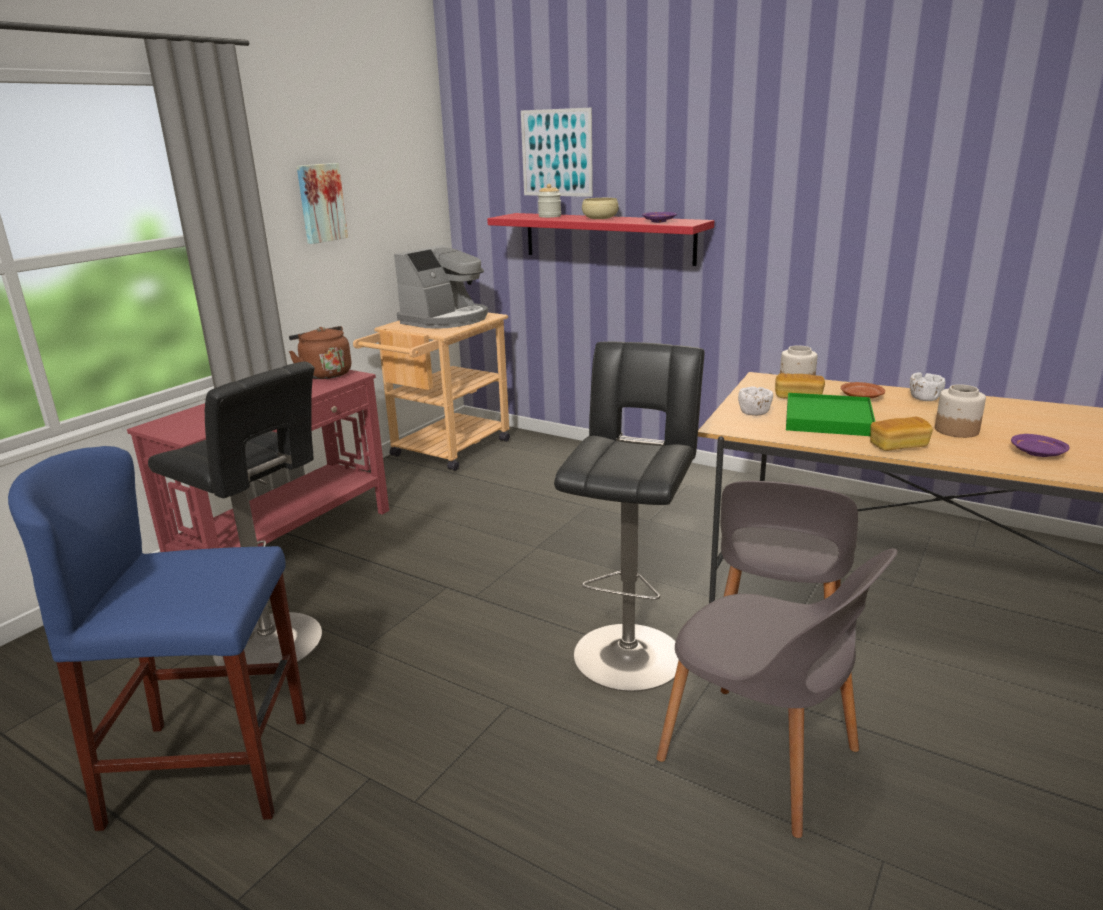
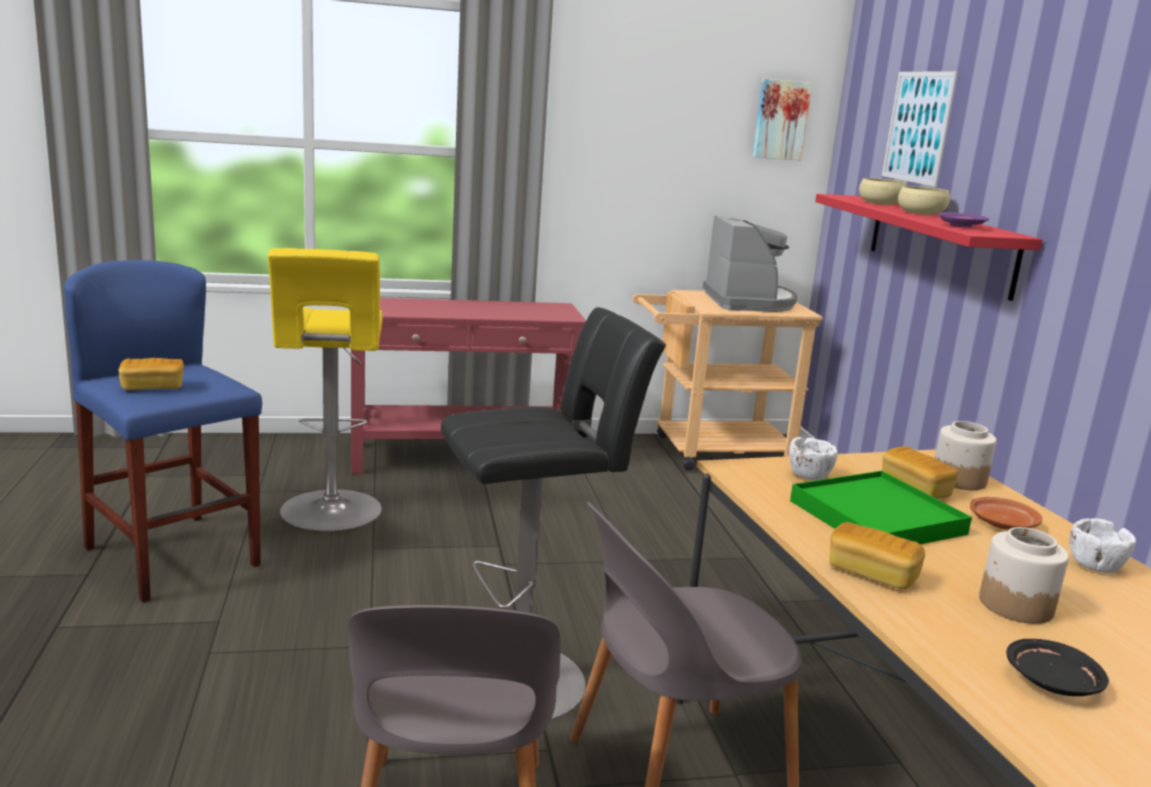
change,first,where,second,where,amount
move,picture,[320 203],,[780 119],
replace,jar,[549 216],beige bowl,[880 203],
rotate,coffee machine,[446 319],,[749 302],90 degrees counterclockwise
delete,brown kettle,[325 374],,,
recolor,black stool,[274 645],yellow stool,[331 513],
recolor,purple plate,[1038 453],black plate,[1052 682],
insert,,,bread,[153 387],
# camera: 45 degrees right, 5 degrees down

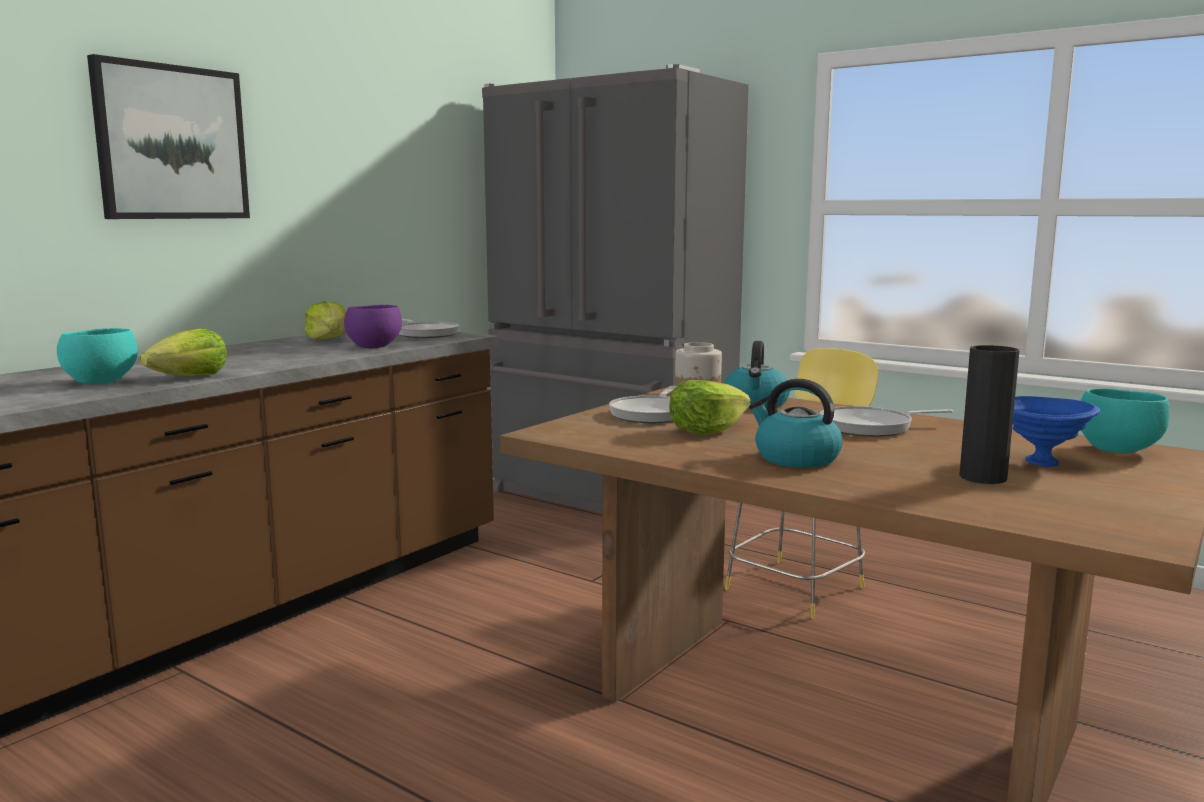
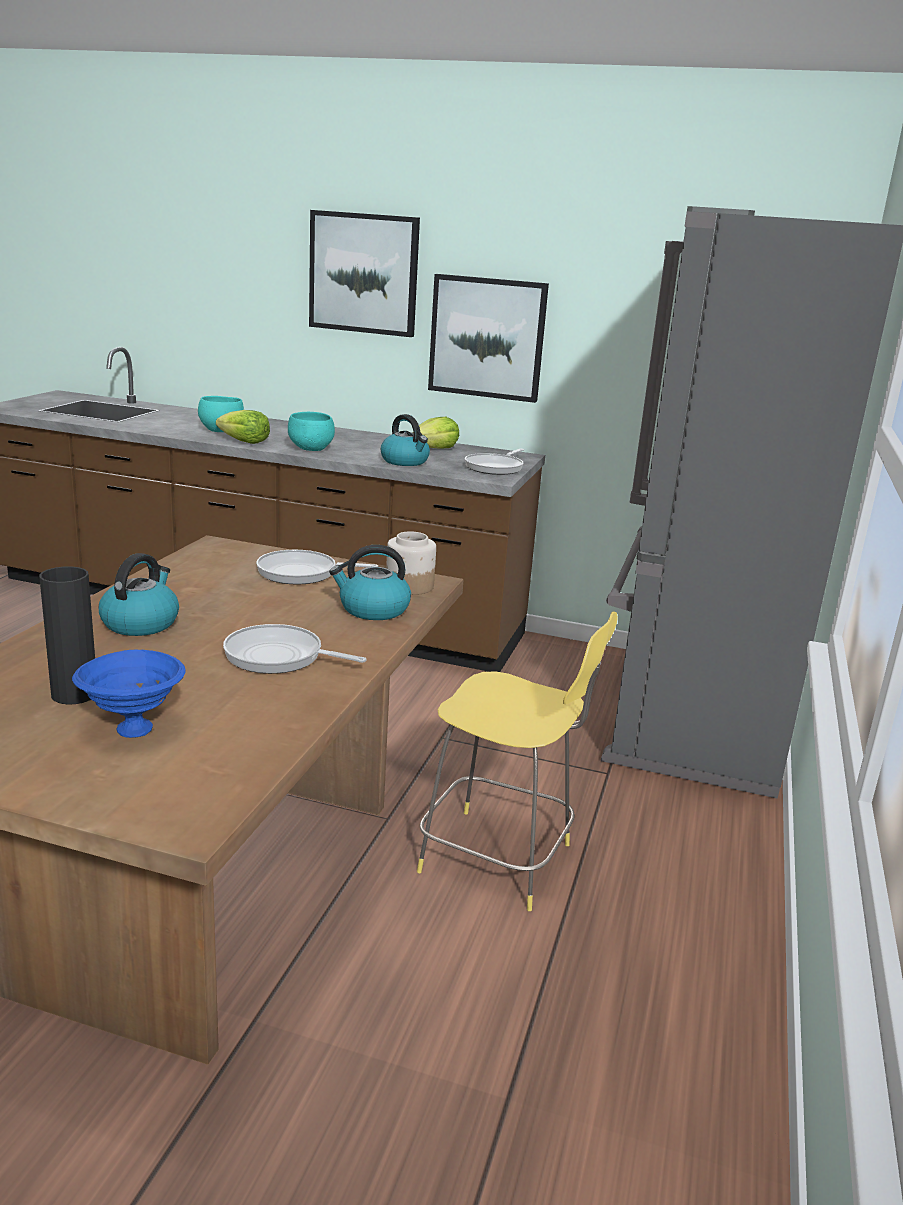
change,first,where,second,where,amount
replace,purple bowl,[373 347],kettle,[405 461],
delete,lettuce,[706 430],,,
move,turquoise bowl,[1117 450],,[312 449],
rotate,frying pan,[871 427],,[279 657],45 degrees counterclockwise
insert,,,picture,[487 338],
# camera: 70 degrees right, 10 degrees up

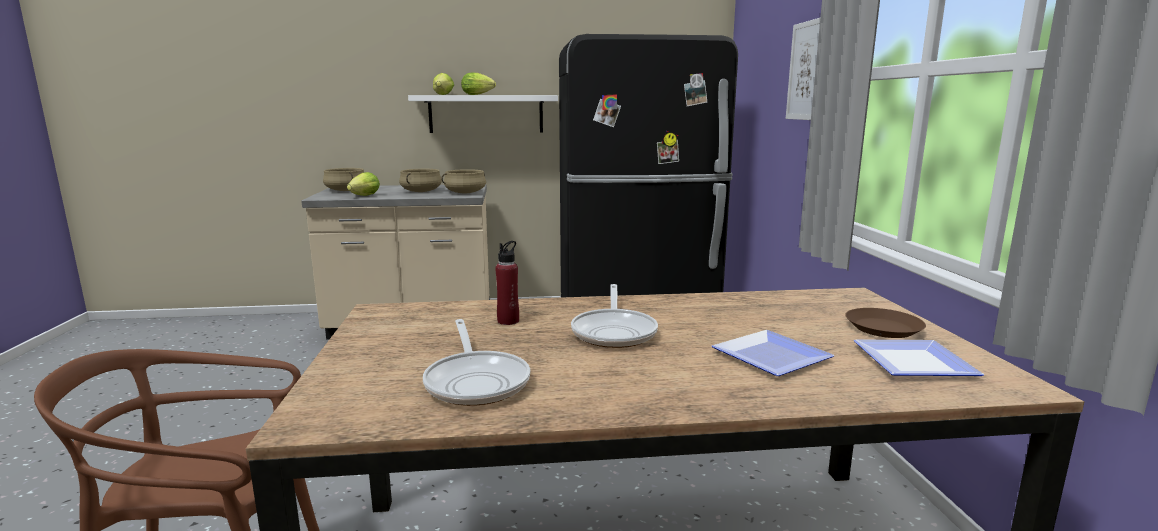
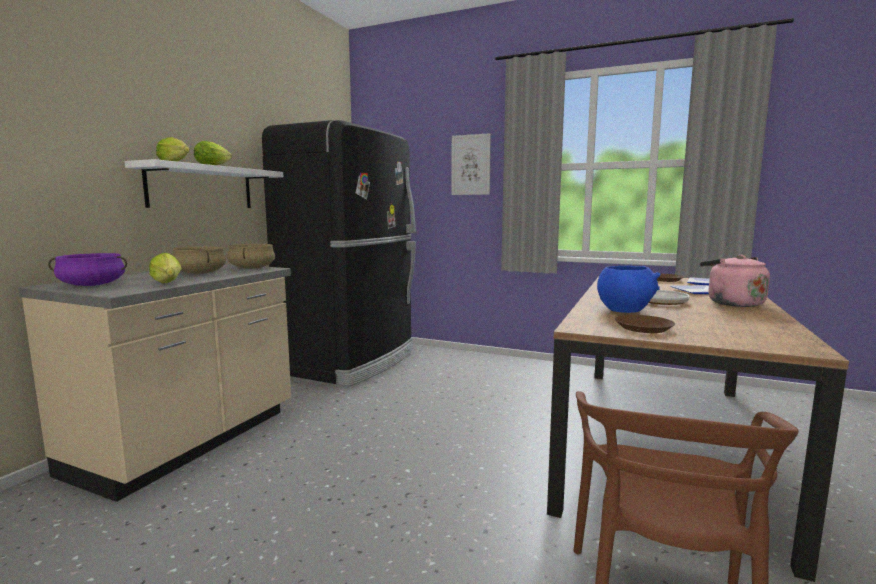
change,first,where,second,where,amount
recolor,beige cooking pot,[345 190],purple cooking pot,[92 285],
replace,red bottle,[508 321],blue bowl,[625 310],
delete,frying pan,[476 381],,,
insert,,,pink kettle,[731 303],
insert,,,brown plate,[643 328],
# camera: 60 degrees left, 5 degrees down

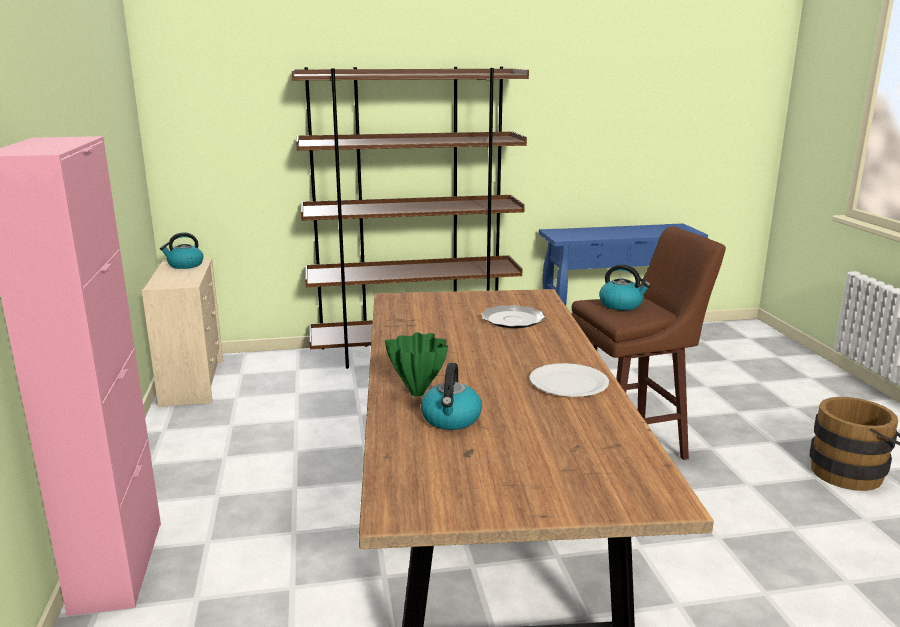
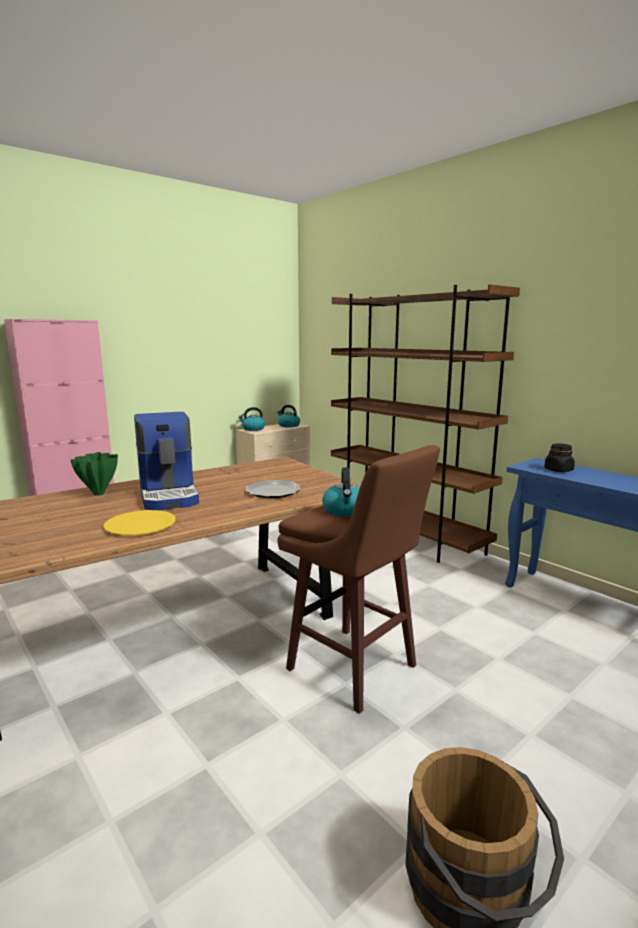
change,first,where,second,where,amount
move,kettle,[451 419],,[253 429],
recolor,white plate,[568 382],yellow plate,[140 525],
insert,,,coffee machine,[169 495],
insert,,,black jar,[558 470],
# camera: 60 degrees right, 5 degrees down

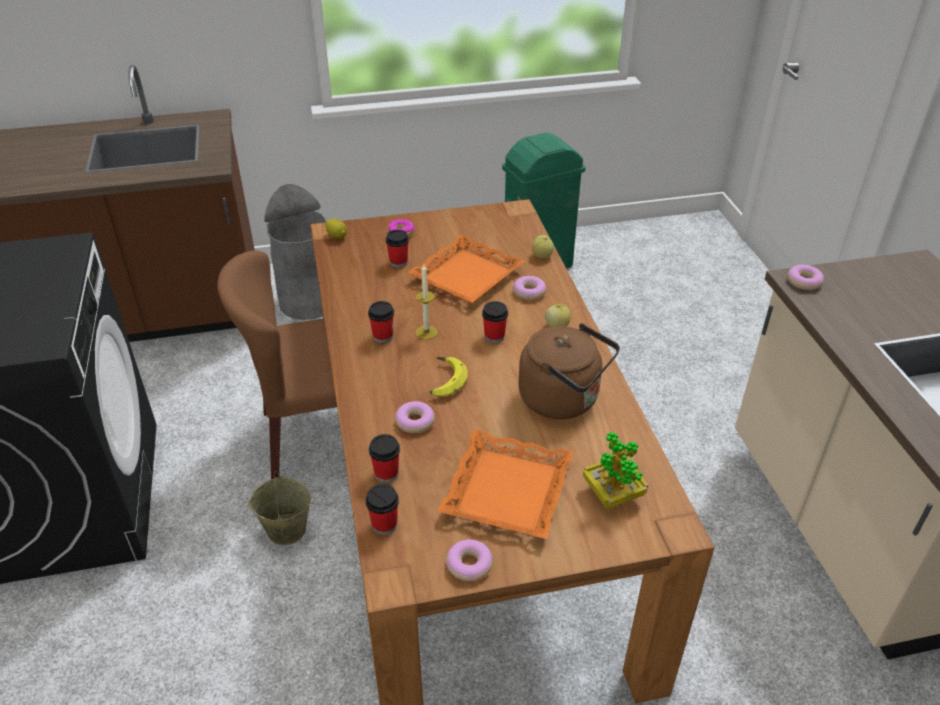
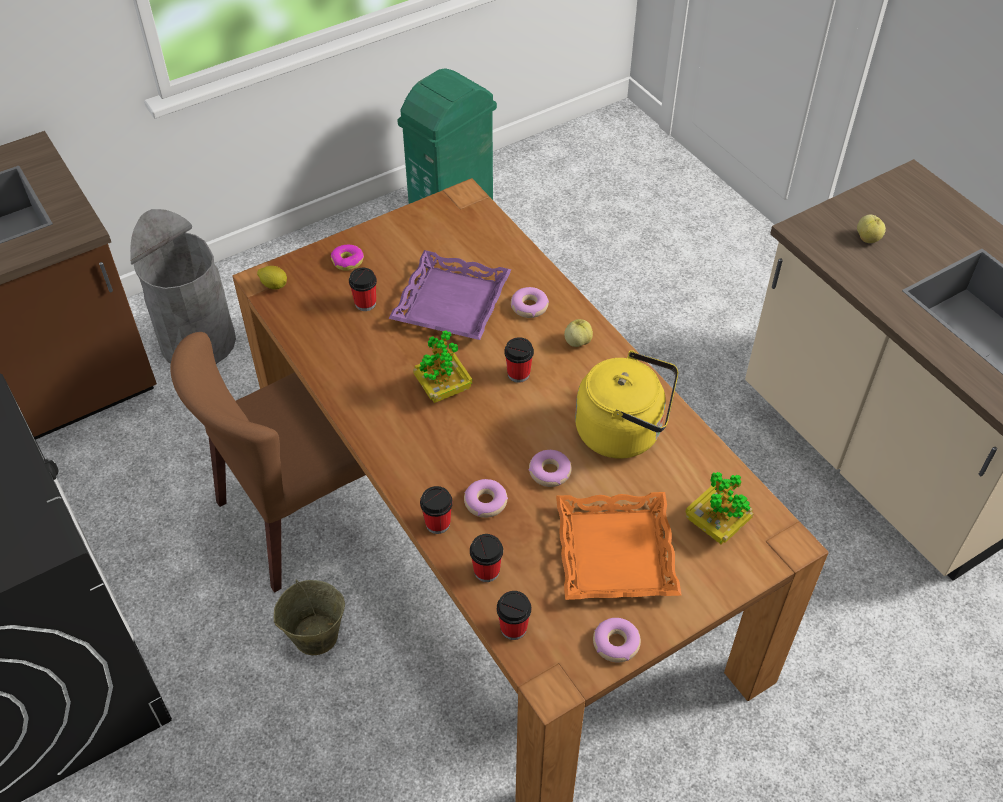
change,first,where,second,where,amount
recolor,orange tray,[467 276],purple tray,[452 303],
move,apple,[542 256],,[868 238],
replace,candle,[426 332],potted plant,[443 388],
move,donut,[804 282],,[550 472],
move,cup,[383 336],,[437 523],
recolor,brown kettle,[563 400],yellow kettle,[624 431],
delete,banana,[443 381],,,
# camera: 20 degrees left, 10 degrees up

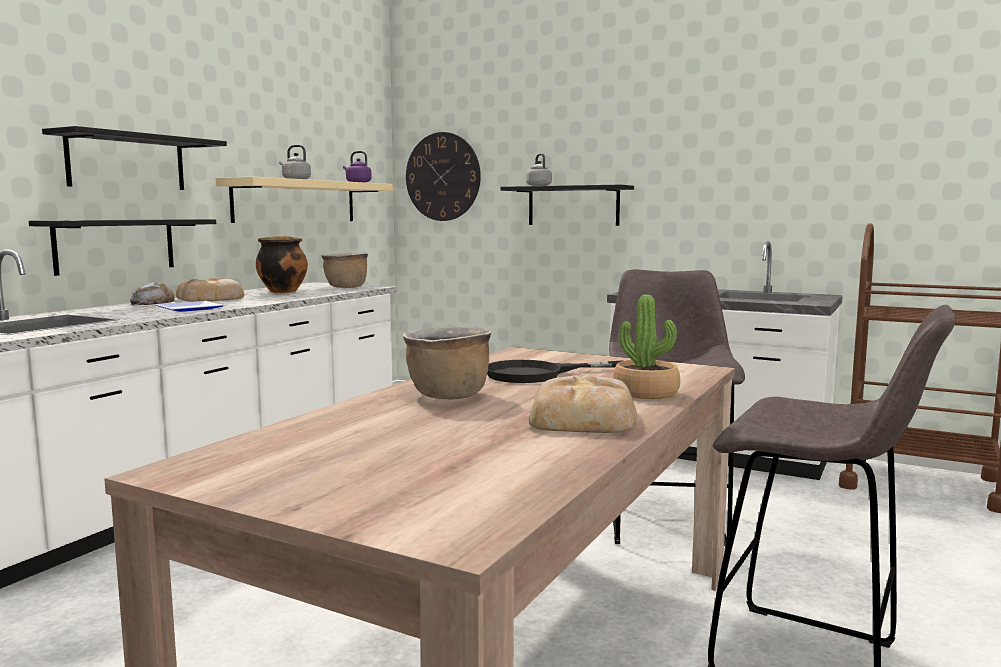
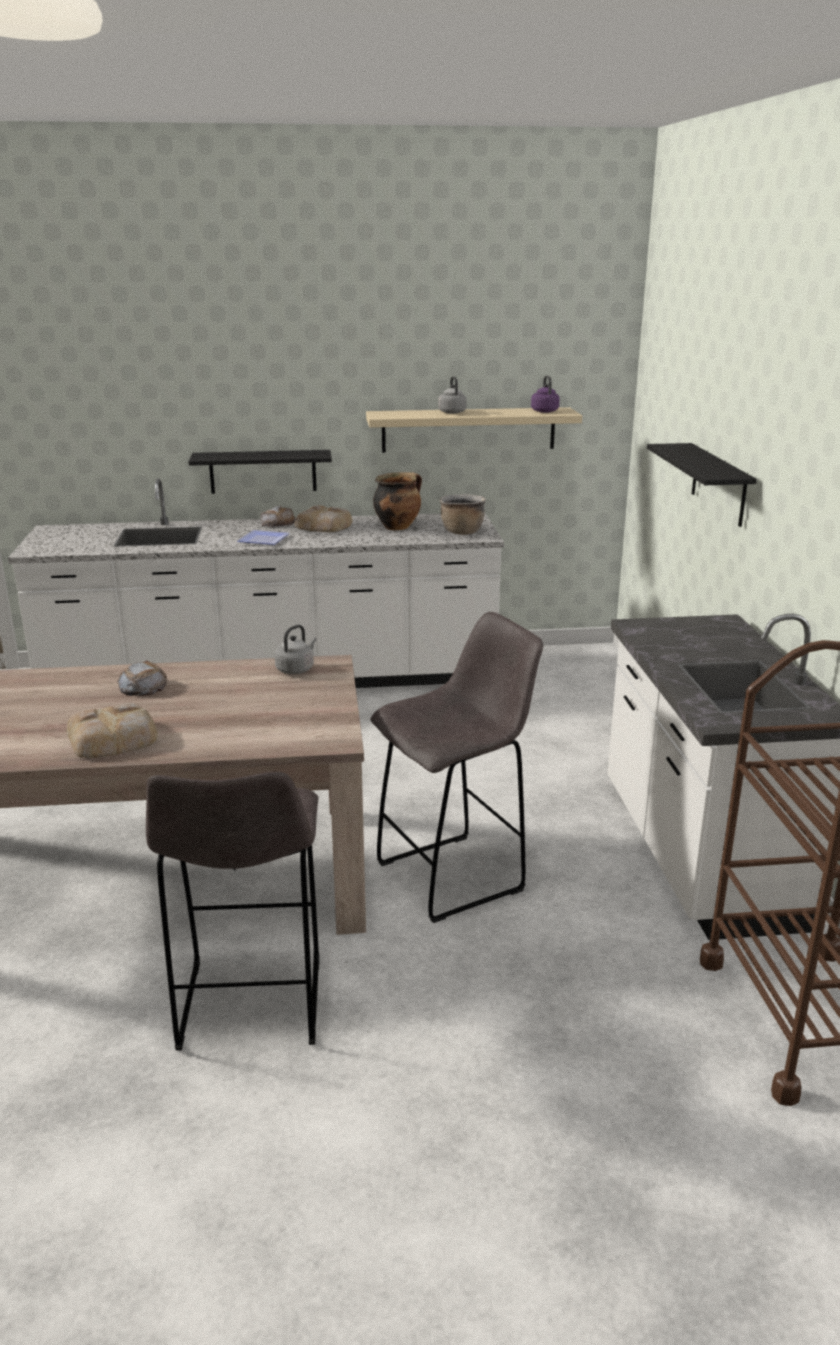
change,first,where,second,where,amount
delete,black shelf,[127 162],,,
delete,wall clock,[443 177],,,
move,grey kettle,[538 186],,[296 669],
delete,potted plant,[646 393],,,
replace,brown cooking pot,[447 396],bread,[142 686],
delete,black frying pan,[537 374],,,
# camera: 55 degrees right, 15 degrees up

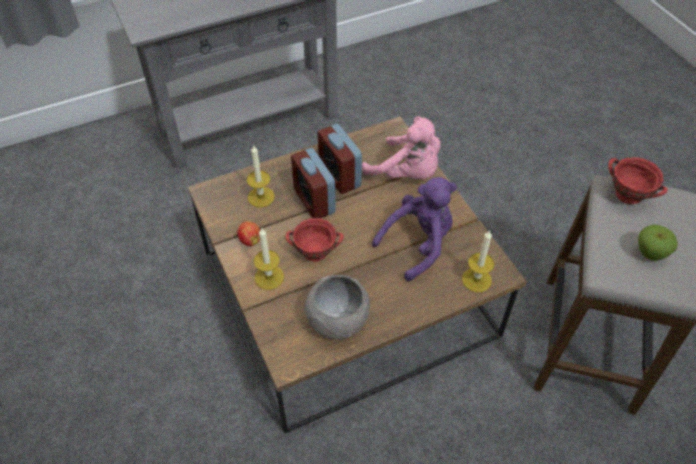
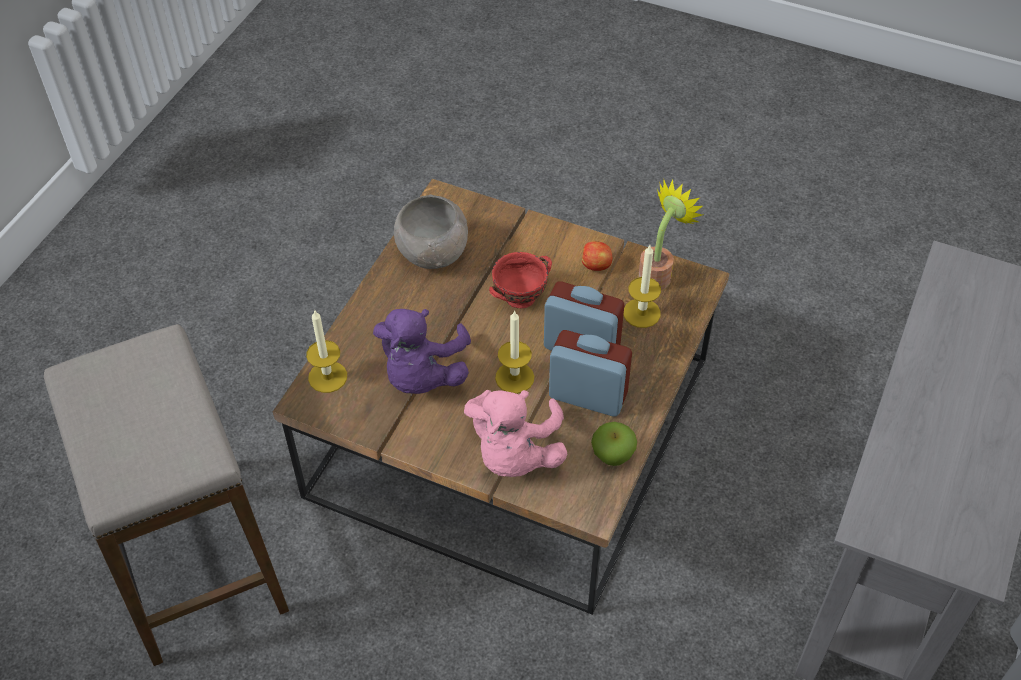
change,first,where,second,where,amount
rotate,pink plush toy,[407 173],,[514 454],75 degrees counterclockwise
delete,red bowl,[628 193],,,
move,apple,[650 253],,[612 456],
move,candle,[269 277],,[514 377],
insert,,,potted plant,[658 274],
# camera: 140 degrees right, 0 degrees up

